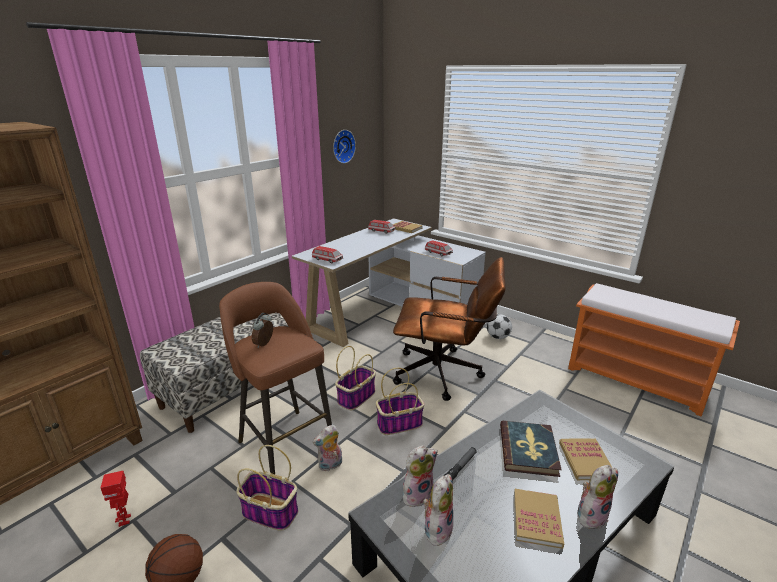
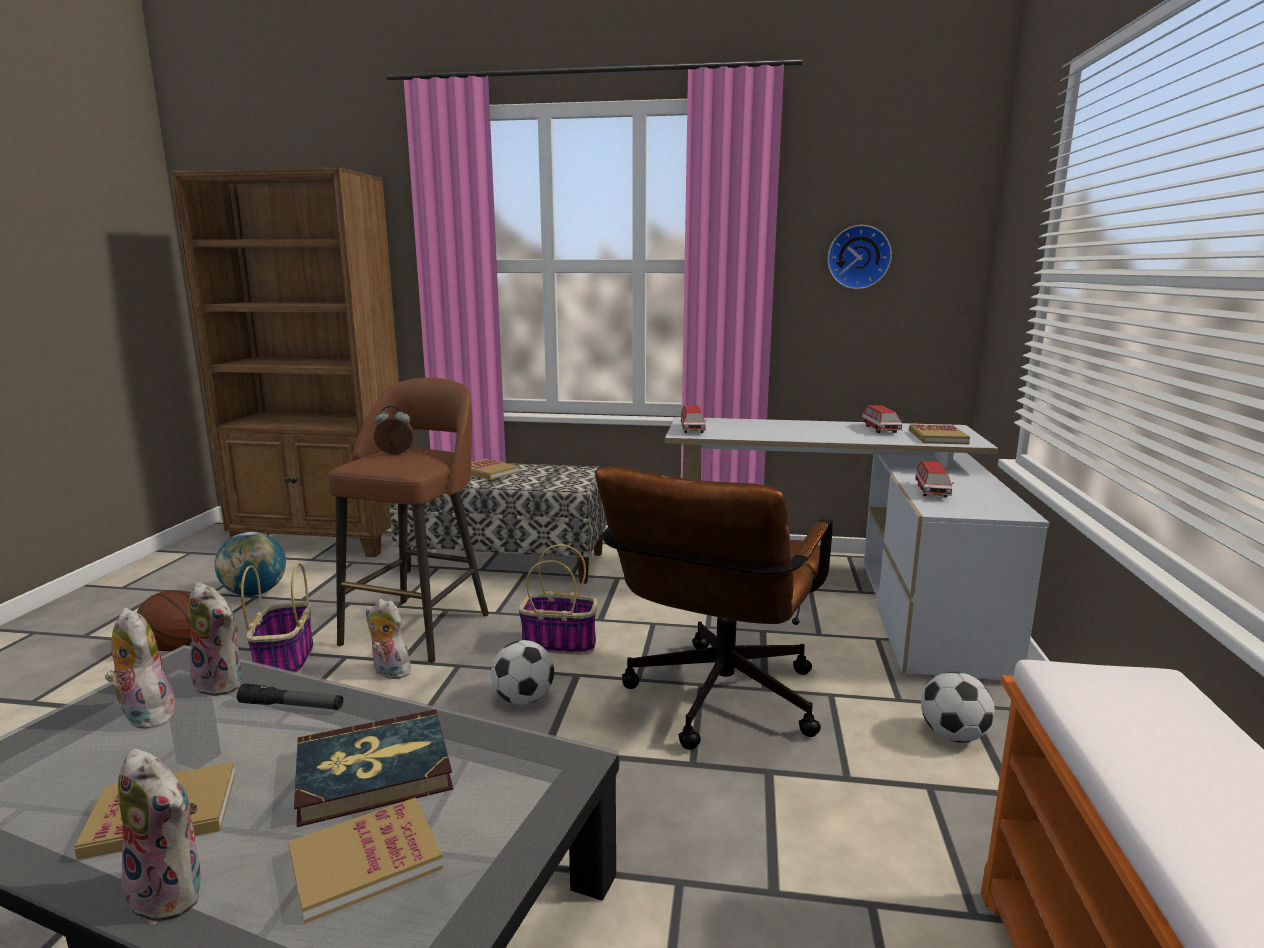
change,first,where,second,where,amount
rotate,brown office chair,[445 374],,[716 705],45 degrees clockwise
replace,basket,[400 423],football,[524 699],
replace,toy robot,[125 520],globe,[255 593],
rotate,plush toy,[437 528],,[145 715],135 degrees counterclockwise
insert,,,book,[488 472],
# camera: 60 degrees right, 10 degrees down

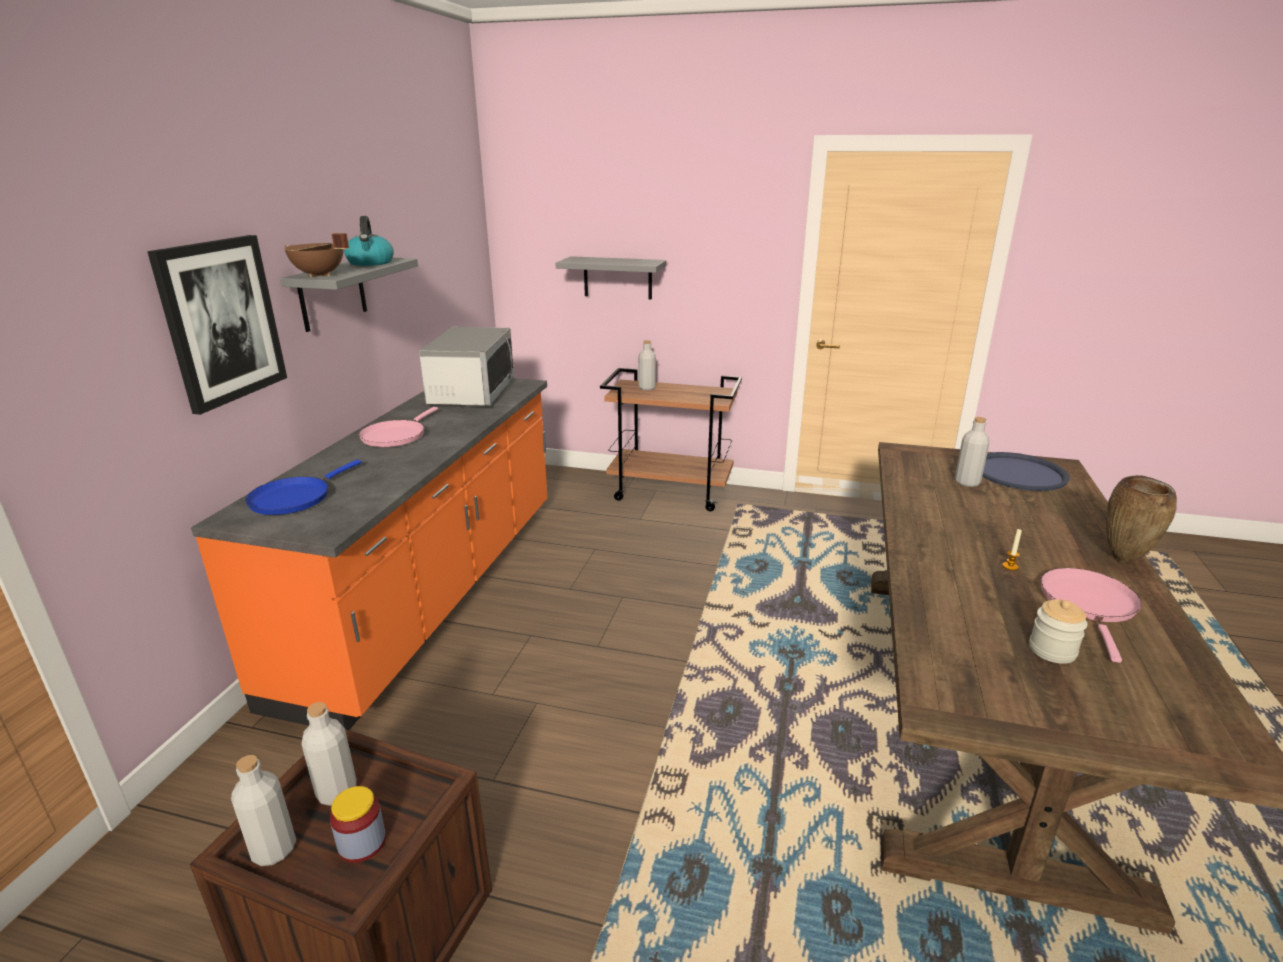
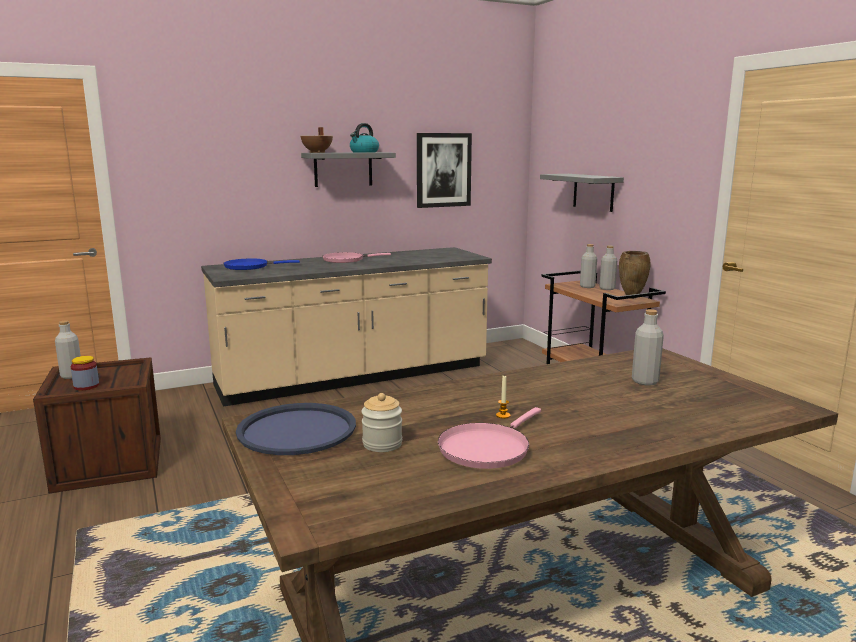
change,first,where,second,where,amount
move,picture,[221 321],,[443 170],
delete,microwave,[472 393],,,
recolor,orange counter,[433 593],beige counter,[354 377],
move,blue tray,[1018 473],,[297 430],
move,brown vase,[1125 560],,[632 298],
rotate,pink frying pan,[1089 604],,[486 448],150 degrees clockwise
move,grey bottle,[337 792],,[607 288],
# camera: 50 degrees right, 10 degrees down

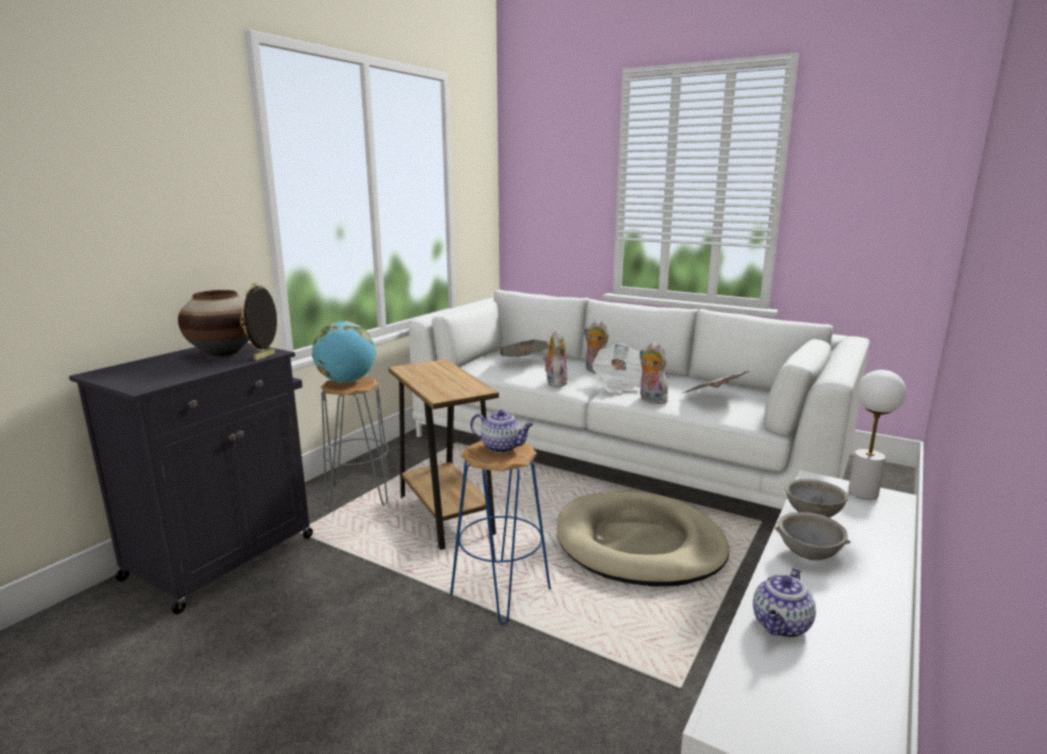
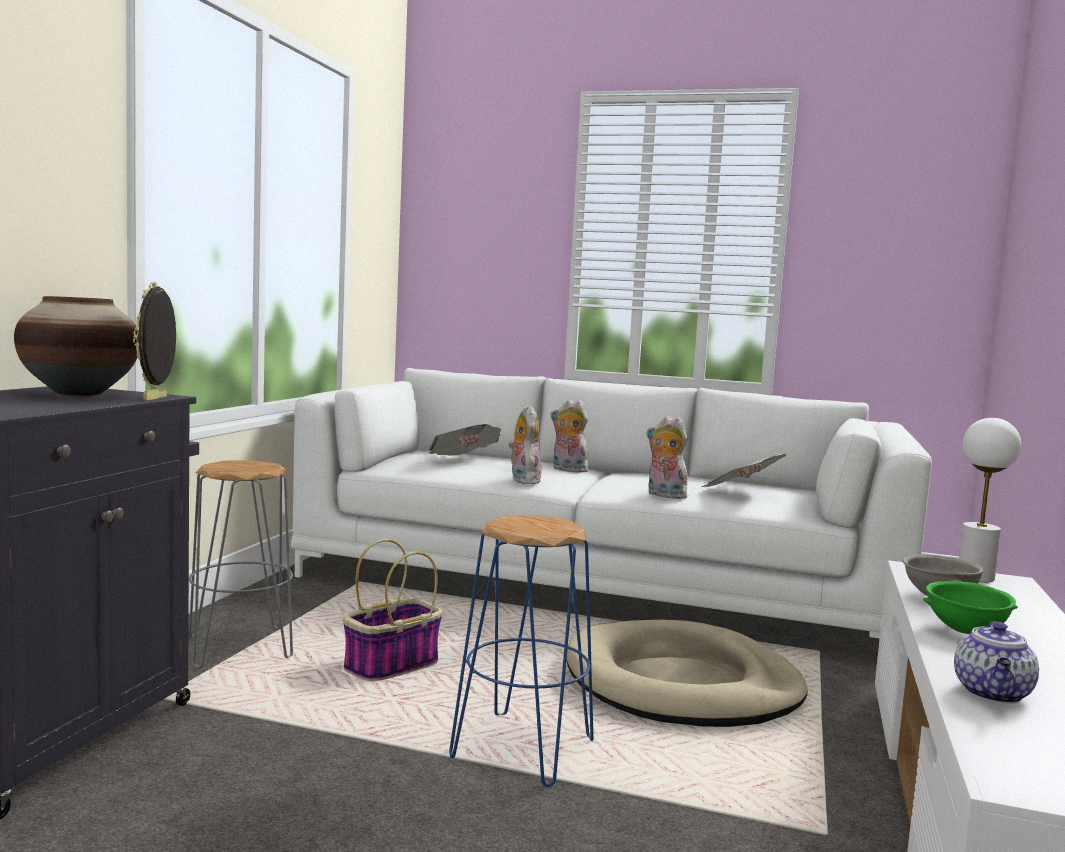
change,first,where,second,where,amount
delete,globe,[347 382],,,
delete,newspaper,[618 383],,,
replace,brown side table,[445 515],basket,[391 667],
delete,teapot,[502 447],,,
recolor,grey bowl,[808 555],green bowl,[966 632],
# camera: 15 degrees left, 10 degrees down

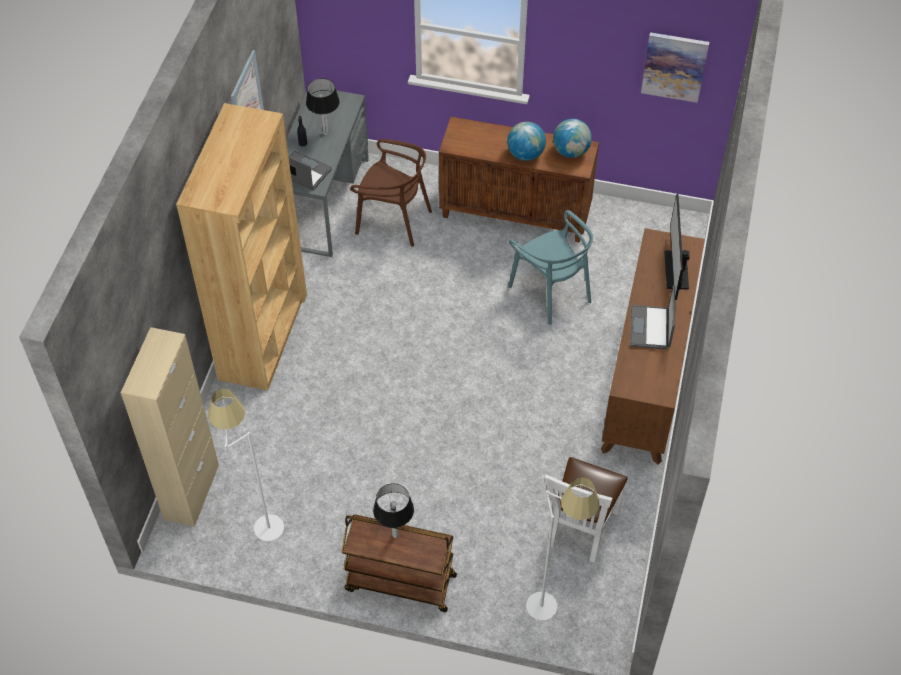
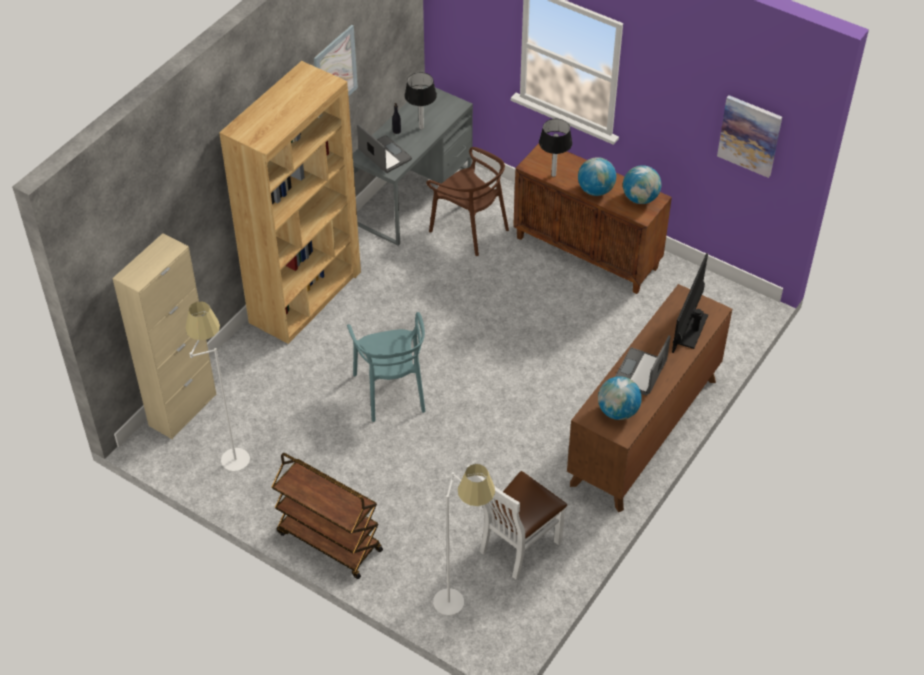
change,first,where,second,where,amount
move,turquoise chair,[551 292],,[391 391],
move,table lamp,[395 535],,[553 175],
insert,,,globe,[618 411],
# camera: 20 degrees right, 5 degrees down

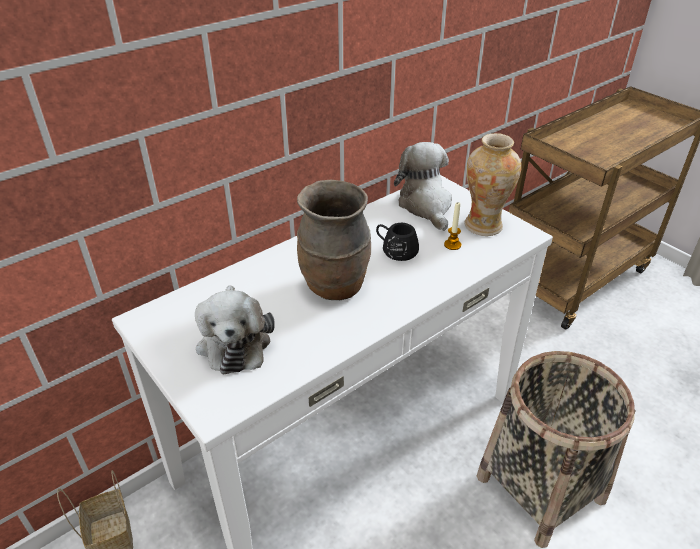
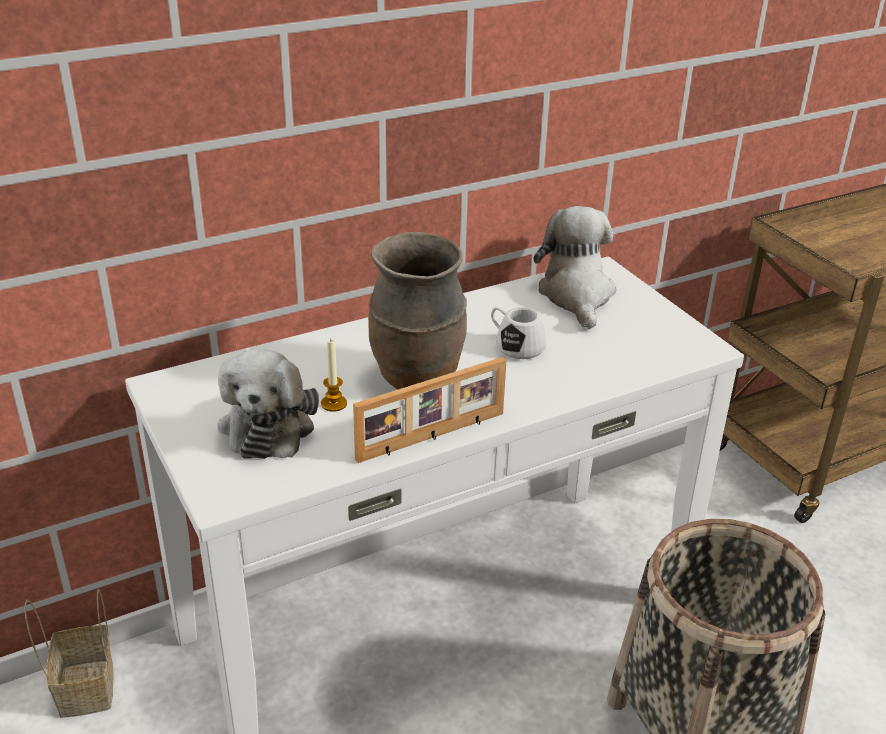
change,first,where,second,where,amount
delete,vase,[483 226],,,
move,candle,[452 245],,[334 404],
recolor,black mug,[396 250],white mug,[515 345],
insert,,,picture frame,[432 437],
# camera: 10 degrees right, 5 degrees down

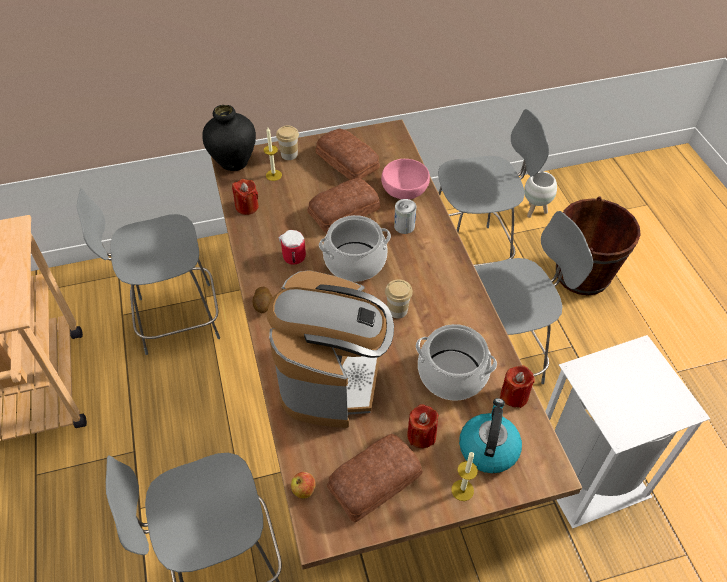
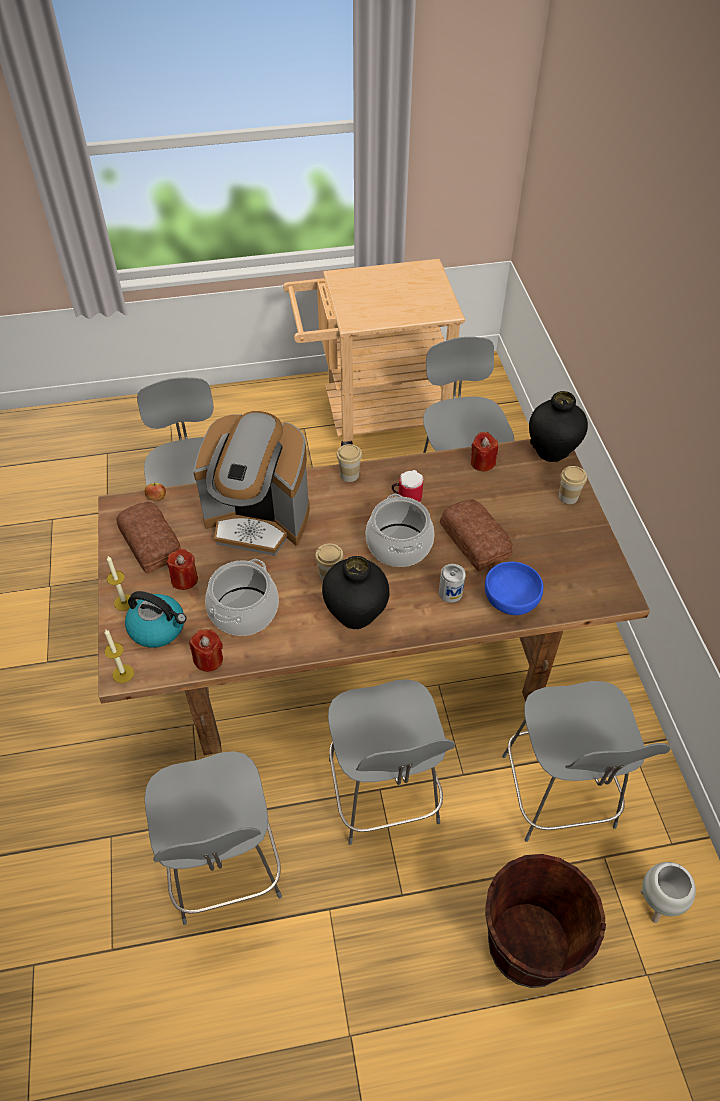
change,first,where,second,where,amount
move,candle,[273 175],,[123 673],
delete,bread,[347 160],,,
recolor,pink bowl,[405 190],blue bowl,[511 600],
replace,potato,[263 305],cup,[349 475],
replace,white trash can,[590 473],grey chair,[225 868],
insert,,,black vase,[355 615],
# camera: 95 degrees right, 0 degrees up

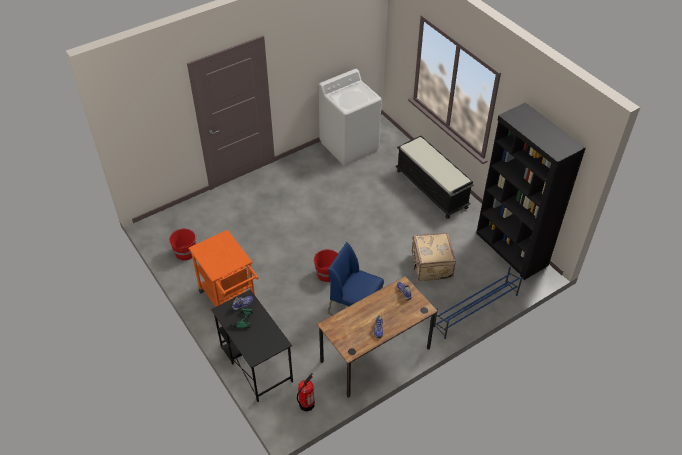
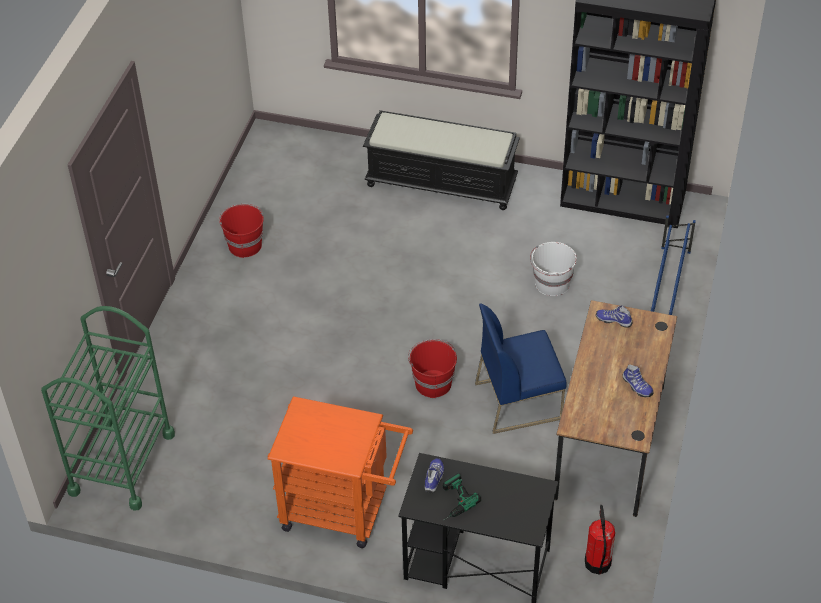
change,first,where,second,where,amount
delete,white washing machine,[349 146],,,
move,red bucket,[185 252],,[244 245],
replace,beige suitcase,[431 266],white bucket,[551 284],
insert,,,green cart,[122 463],
# camera: 40 degrees left, 0 degrees up

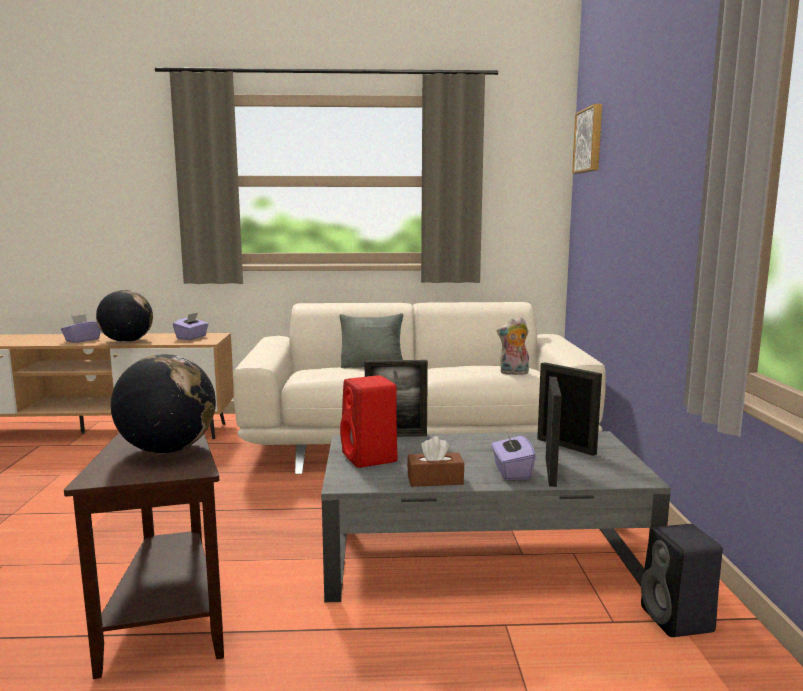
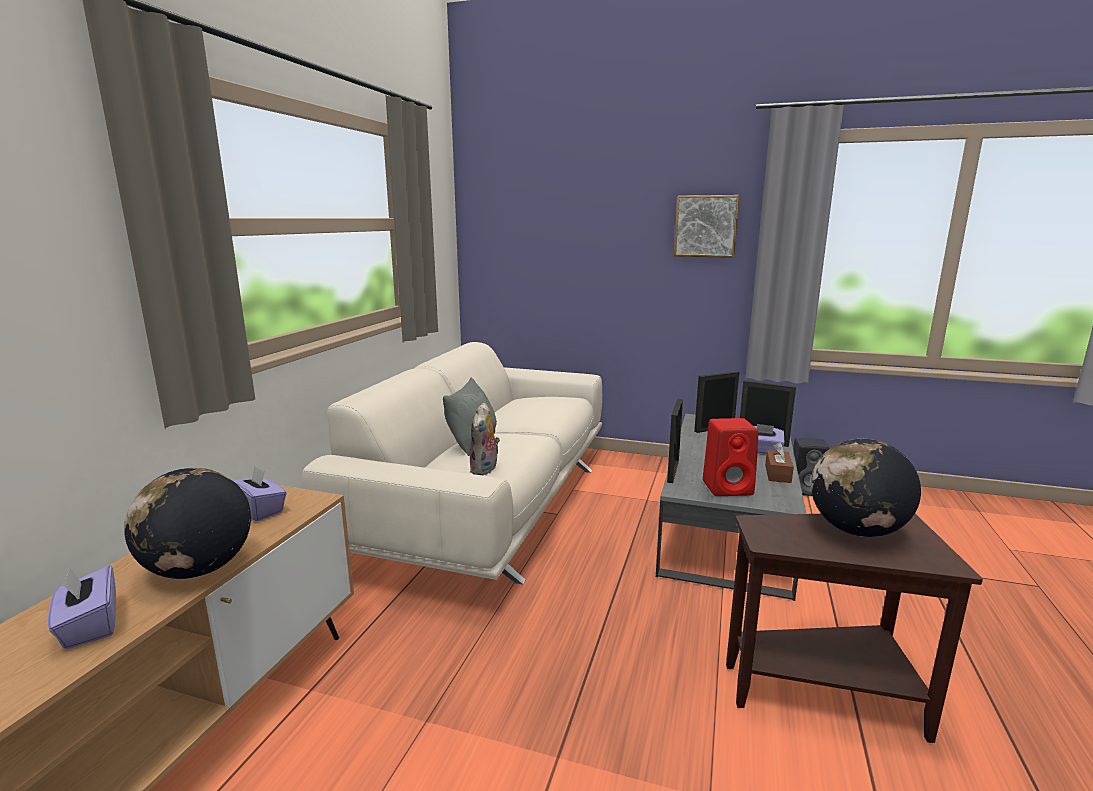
change,first,where,second,where,amount
move,picture,[590 140],,[706 226],
move,plush toy,[513 373],,[485 470],
# camera: 70 degrees left, 5 degrees up

